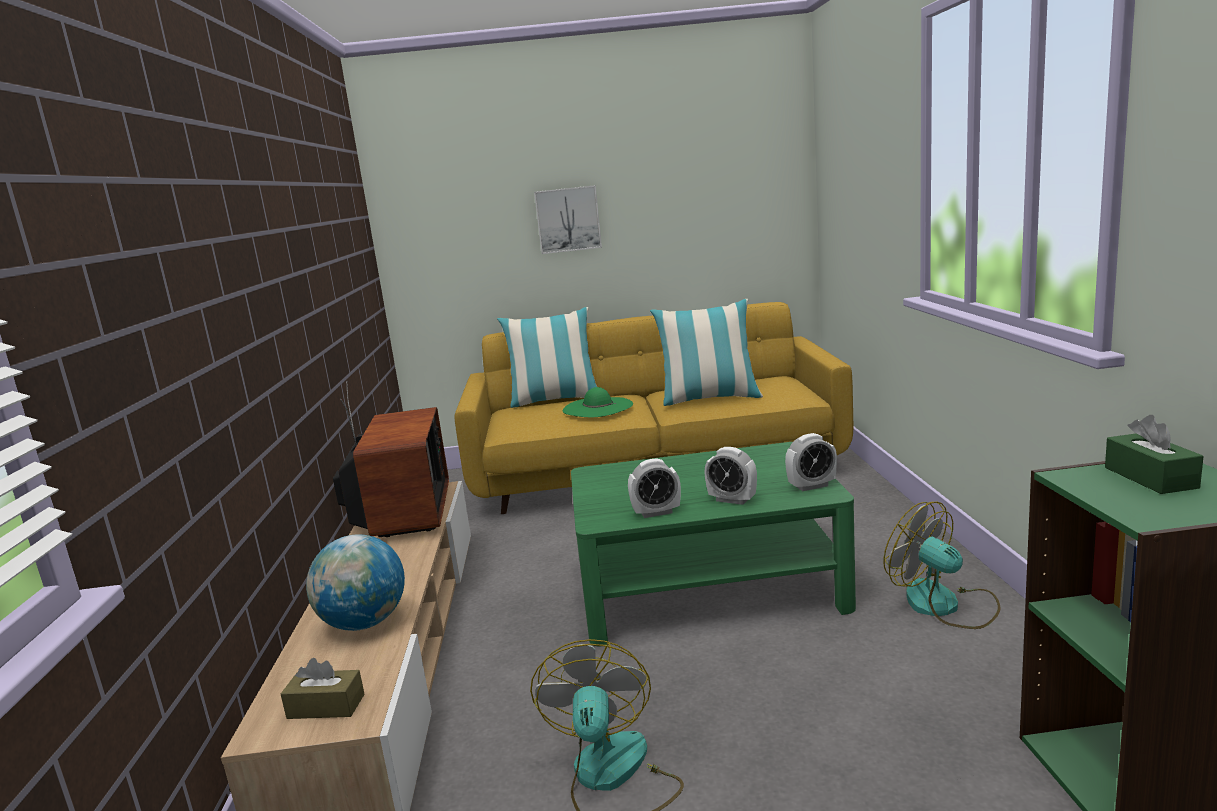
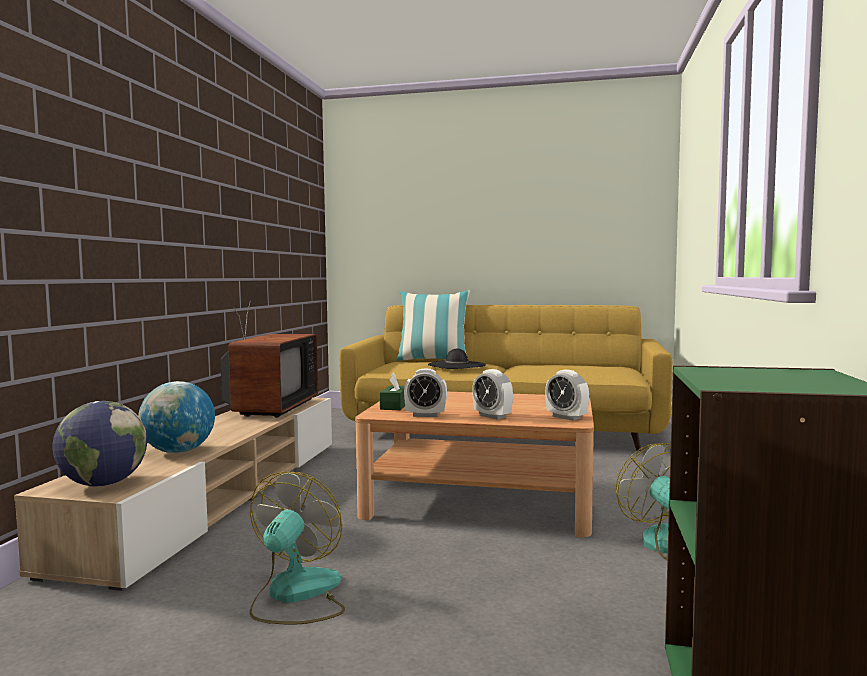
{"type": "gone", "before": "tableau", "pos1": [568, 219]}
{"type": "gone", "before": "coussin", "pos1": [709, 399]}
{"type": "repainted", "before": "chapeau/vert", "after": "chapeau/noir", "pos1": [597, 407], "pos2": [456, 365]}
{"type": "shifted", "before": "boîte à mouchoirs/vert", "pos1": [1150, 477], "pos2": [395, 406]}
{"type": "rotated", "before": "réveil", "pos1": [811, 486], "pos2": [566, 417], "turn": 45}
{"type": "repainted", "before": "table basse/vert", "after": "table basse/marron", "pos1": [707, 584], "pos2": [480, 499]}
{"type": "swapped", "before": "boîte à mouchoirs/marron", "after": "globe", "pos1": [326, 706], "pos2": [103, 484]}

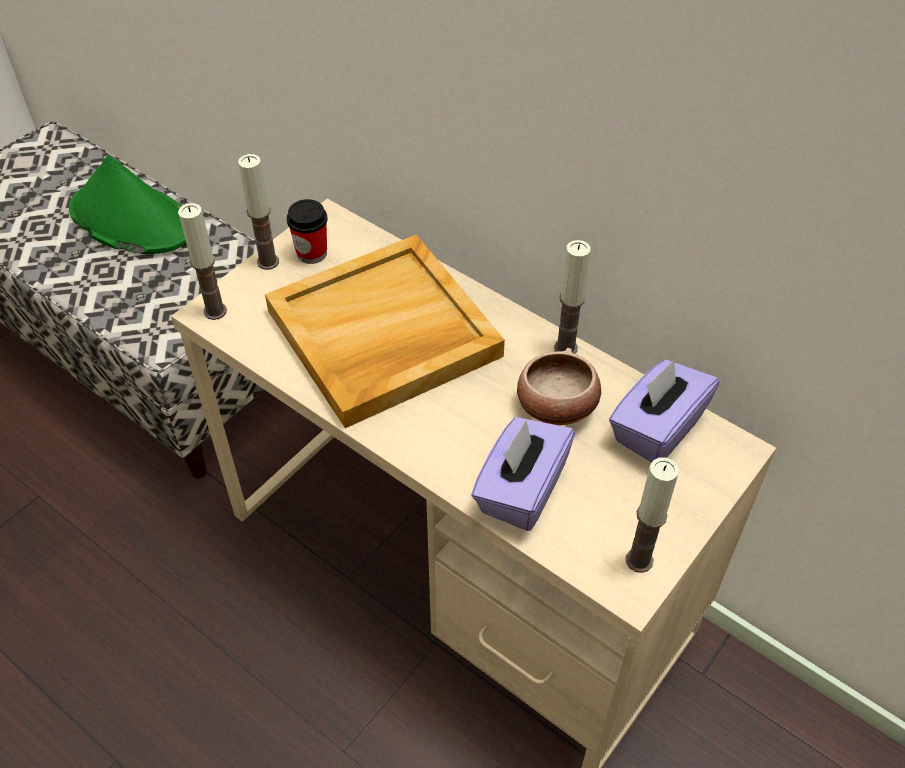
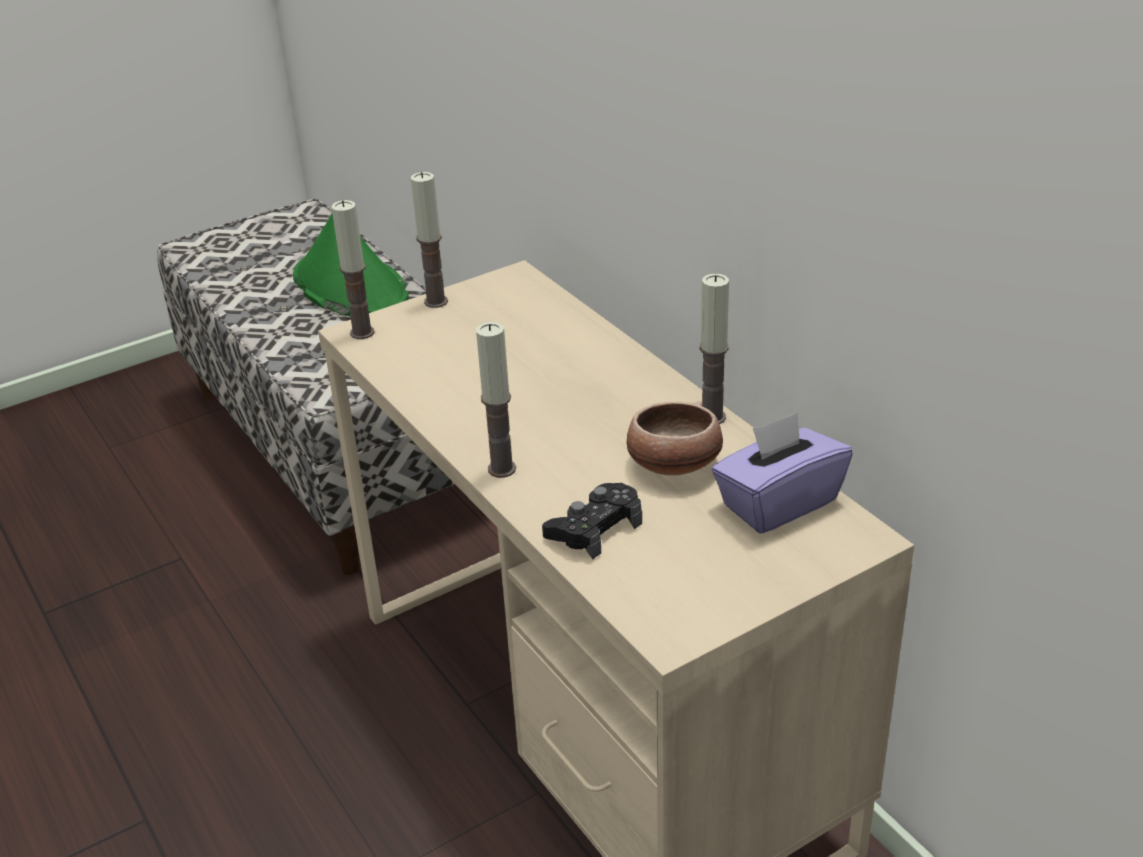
{"type": "gone", "before": "tasse", "pos1": [312, 253]}
{"type": "gone", "before": "plateau/beige", "pos1": [382, 335]}
{"type": "swapped", "before": "boîte à mouchoirs/violet", "after": "manette/noir", "pos1": [520, 490], "pos2": [594, 528]}
{"type": "shifted", "before": "bougie", "pos1": [639, 560], "pos2": [502, 469]}

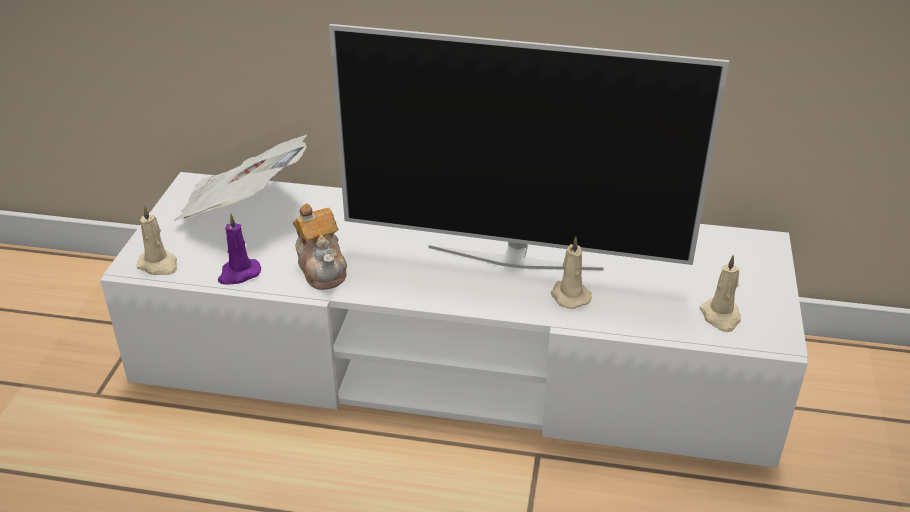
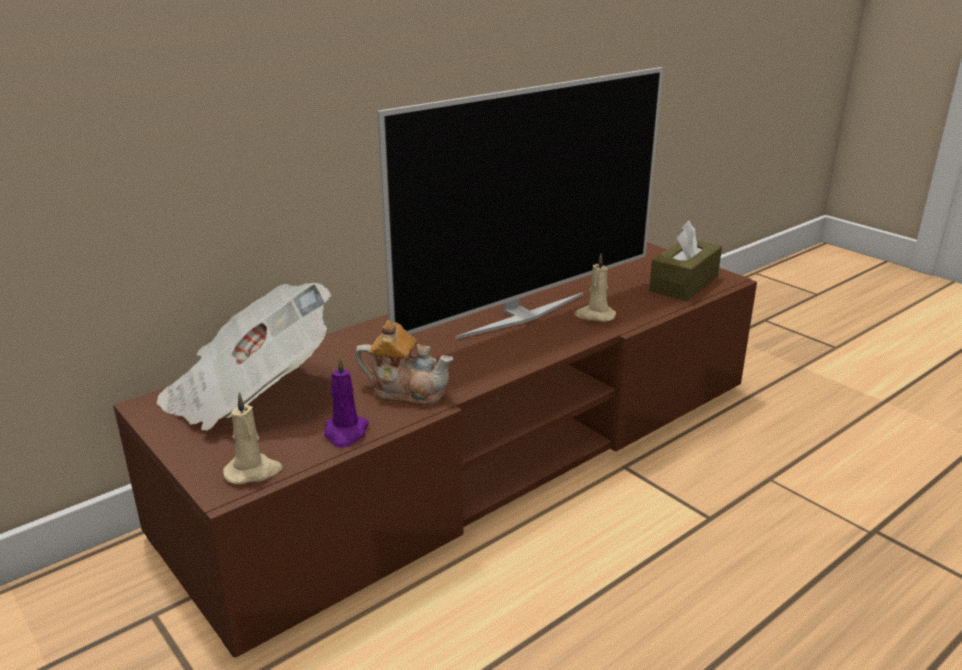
{"type": "repainted", "before": "meuble télé/blanc", "after": "meuble télé/marron", "pos1": [455, 363], "pos2": [481, 454]}
{"type": "swapped", "before": "bougie/beige", "after": "boîte à mouchoirs/marron", "pos1": [721, 317], "pos2": [684, 283]}

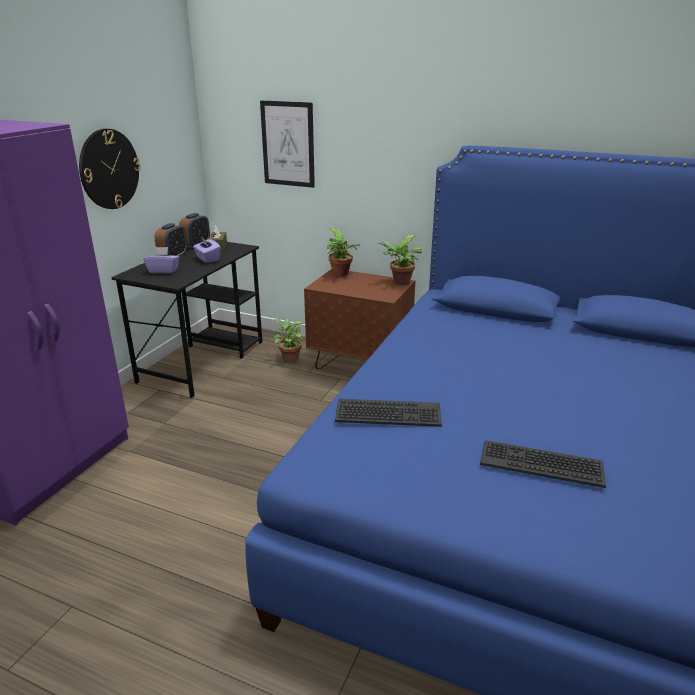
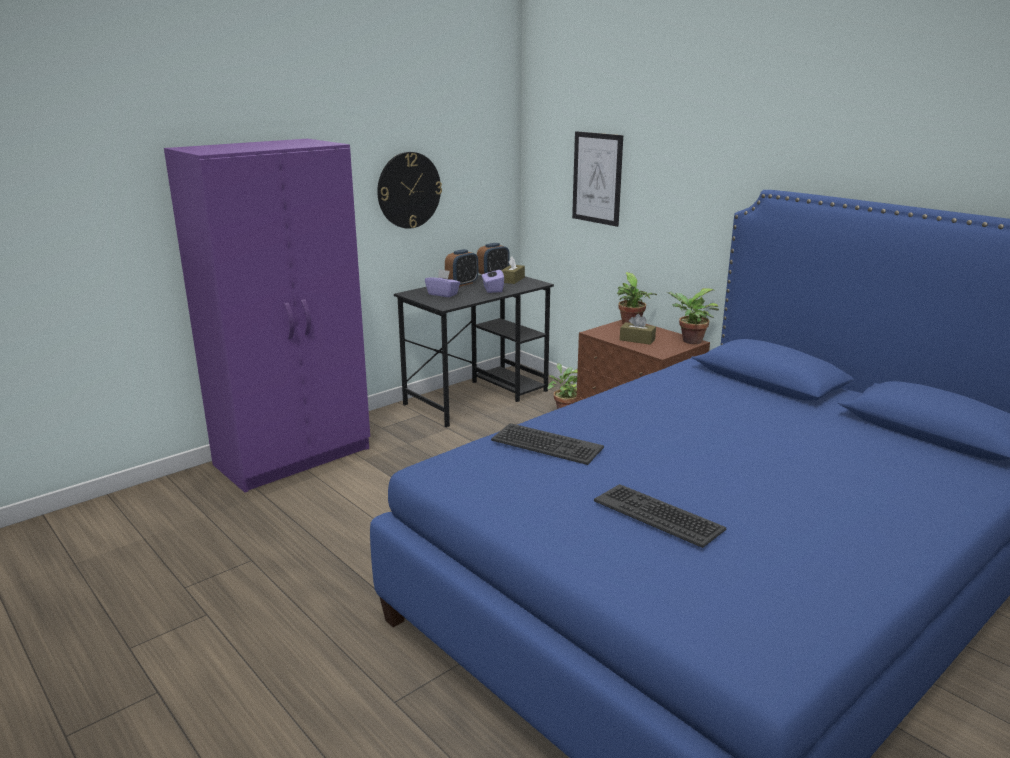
{"type": "new", "after": "boîte à mouchoirs/marron", "pos2": [637, 340]}

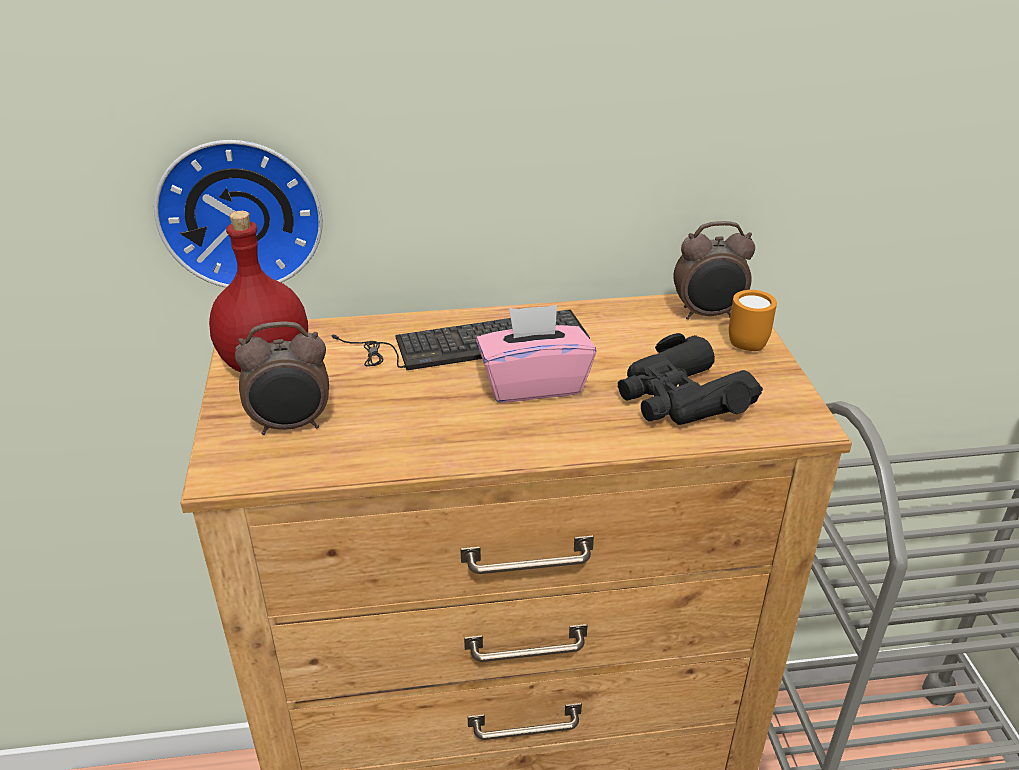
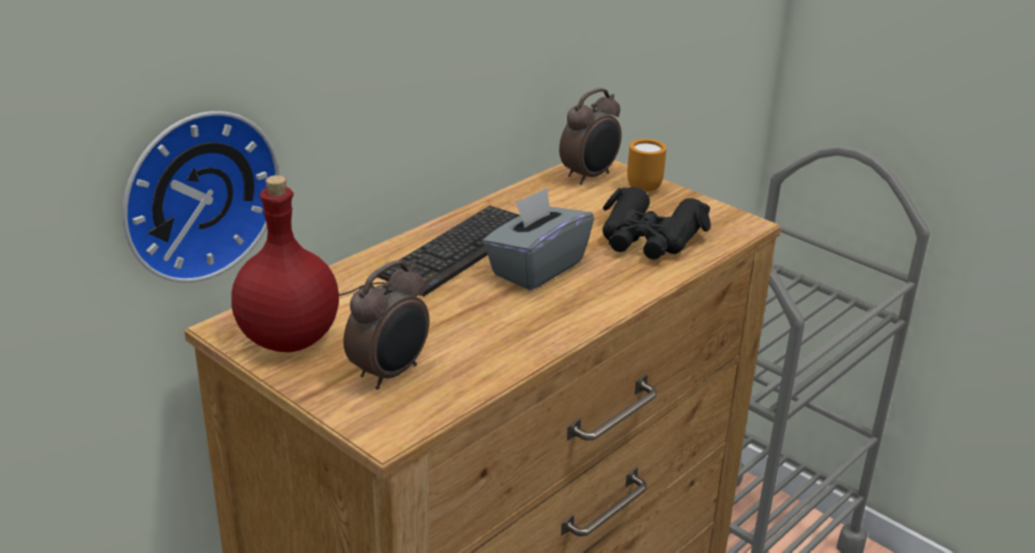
{"type": "repainted", "before": "boîte à mouchoirs/rose", "after": "boîte à mouchoirs/gris", "pos1": [533, 384], "pos2": [536, 268]}

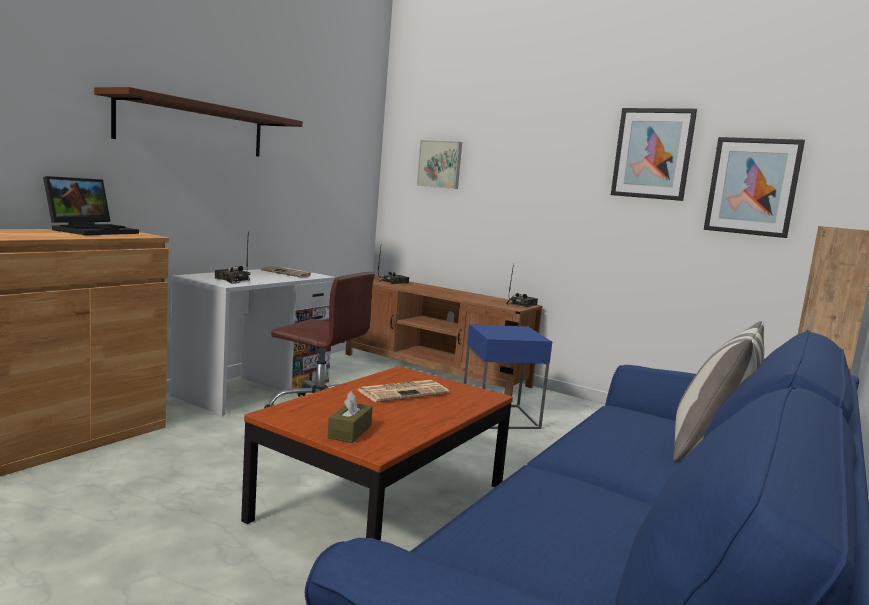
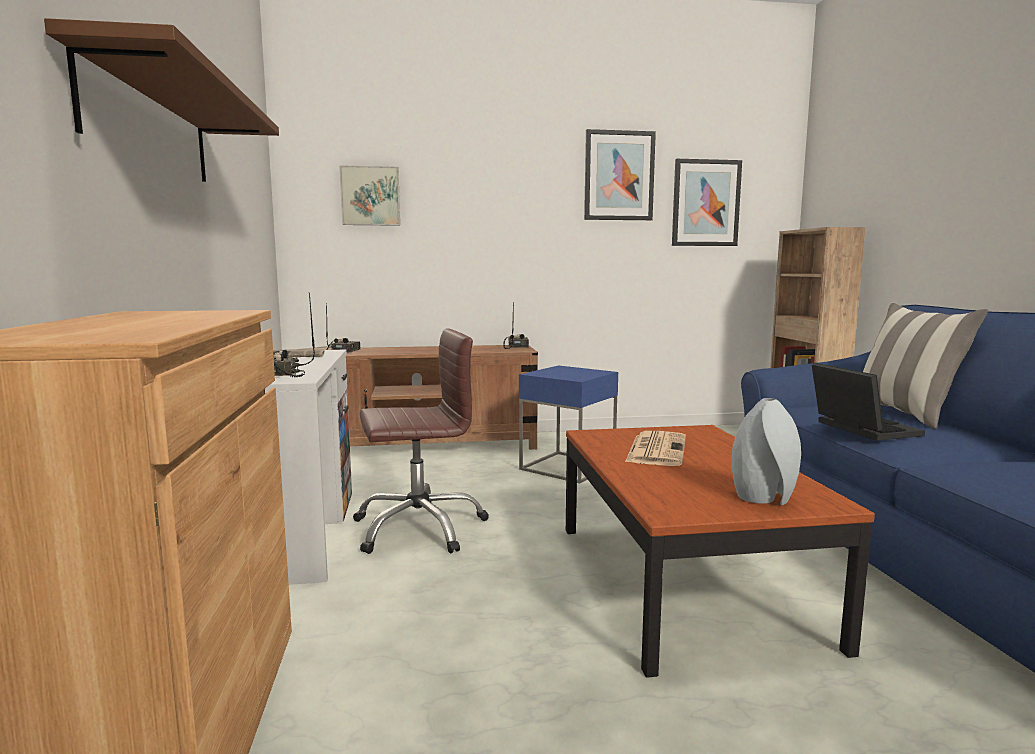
{"type": "shifted", "before": "ordinateur portable", "pos1": [93, 231], "pos2": [859, 428]}
{"type": "swapped", "before": "boîte à mouchoirs/marron", "after": "vase/gris", "pos1": [349, 432], "pos2": [764, 498]}

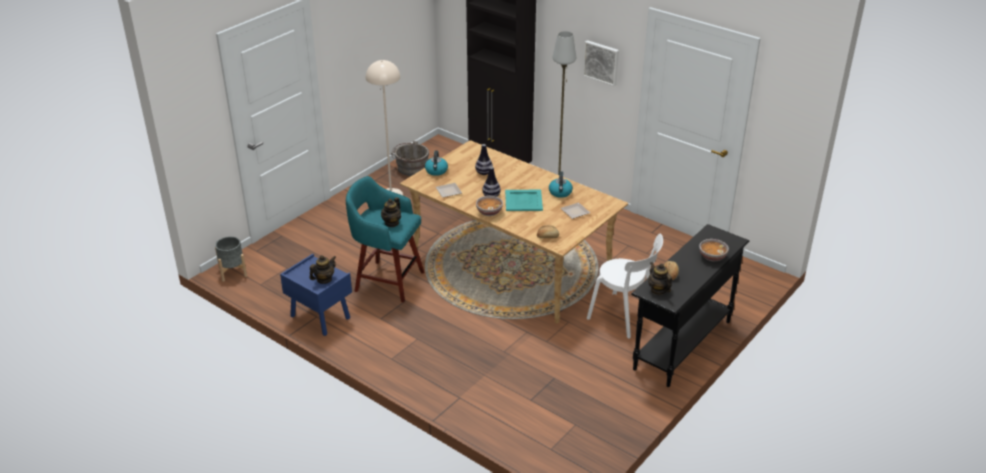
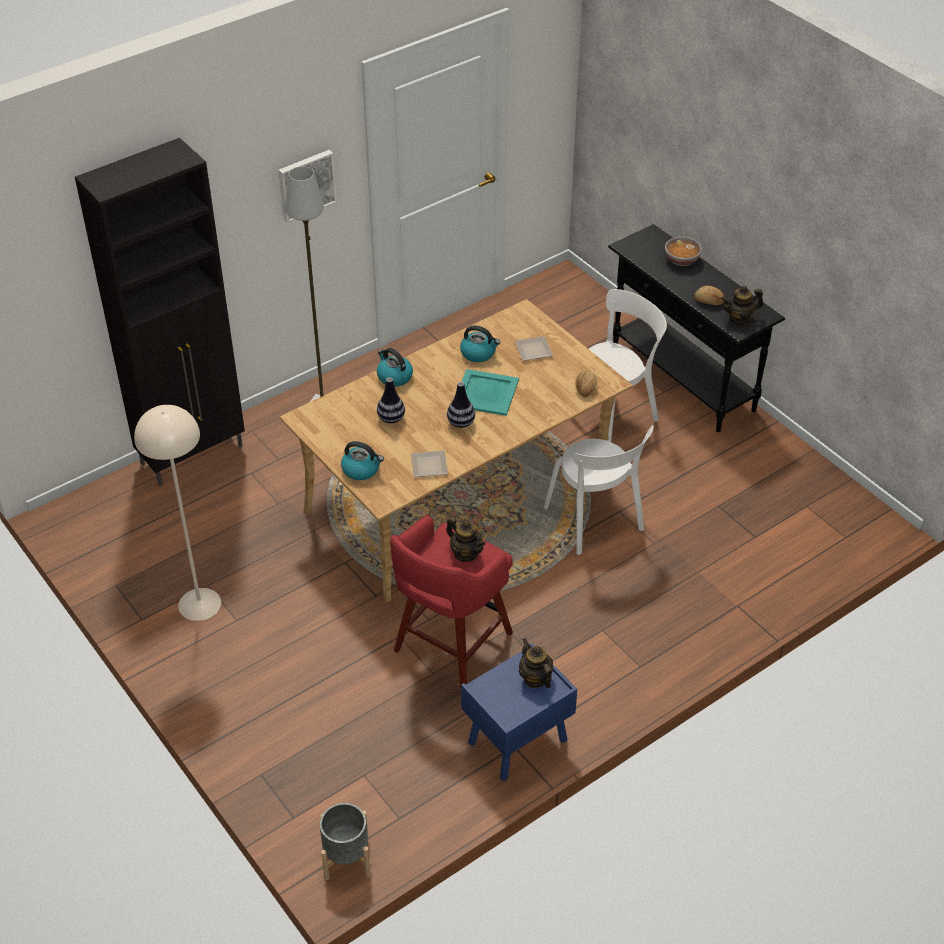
{"type": "gone", "before": "seau/gris", "pos1": [410, 168]}
{"type": "repainted", "before": "tabouret/turquoise", "after": "tabouret/rouge", "pos1": [387, 281], "pos2": [450, 644]}
{"type": "gone", "before": "bol", "pos1": [489, 212]}
{"type": "new", "after": "bouilloire", "pos2": [394, 377]}
{"type": "new", "after": "chaise/blanc", "pos2": [595, 522]}

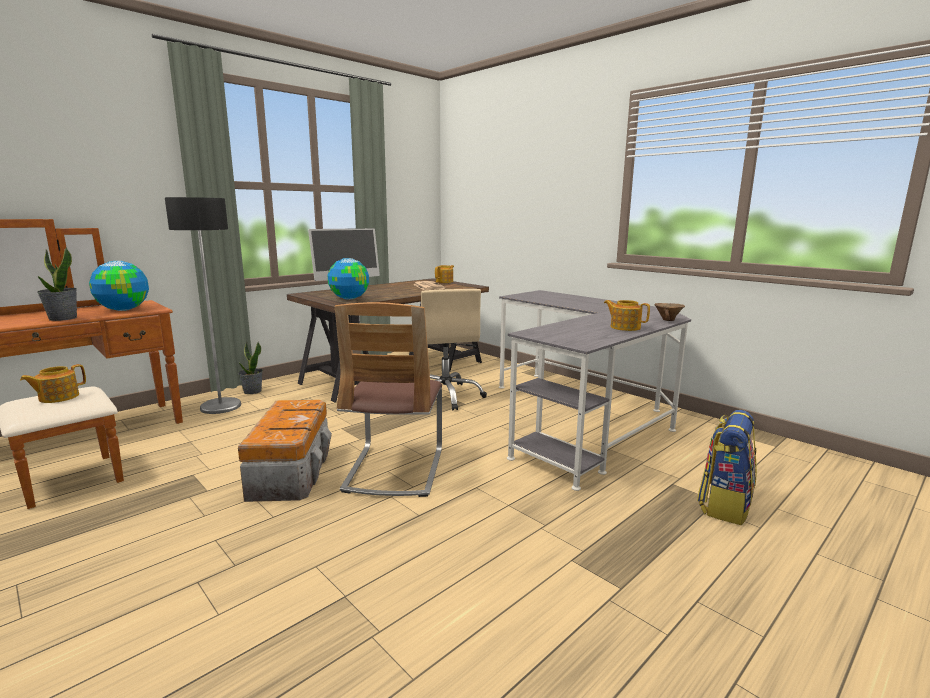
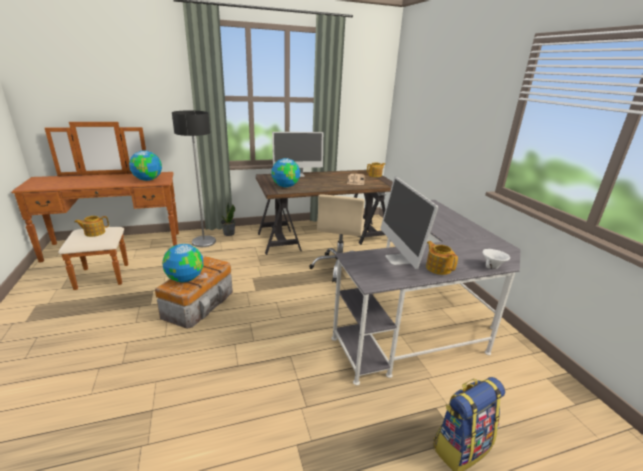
{"type": "gone", "before": "plante en pot", "pos1": [63, 318]}
{"type": "gone", "before": "chaise", "pos1": [394, 470]}
{"type": "repainted", "before": "bol/marron", "after": "bol/blanc", "pos1": [668, 320], "pos2": [492, 267]}
{"type": "new", "after": "écran d'ordinateur", "pos2": [399, 259]}
{"type": "new", "after": "globe", "pos2": [185, 279]}

